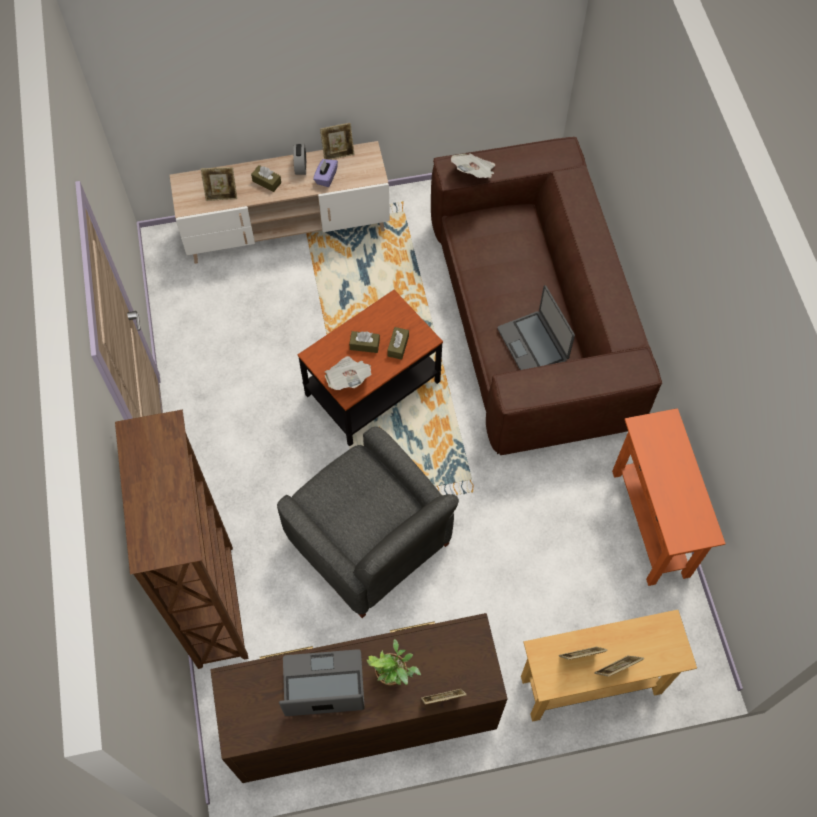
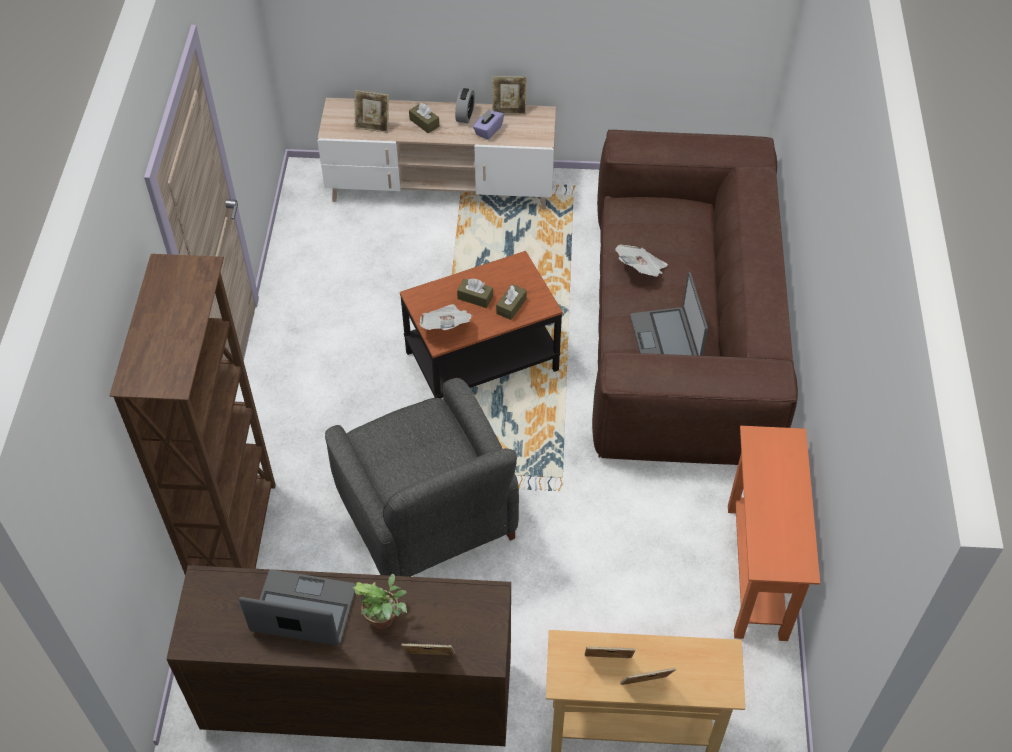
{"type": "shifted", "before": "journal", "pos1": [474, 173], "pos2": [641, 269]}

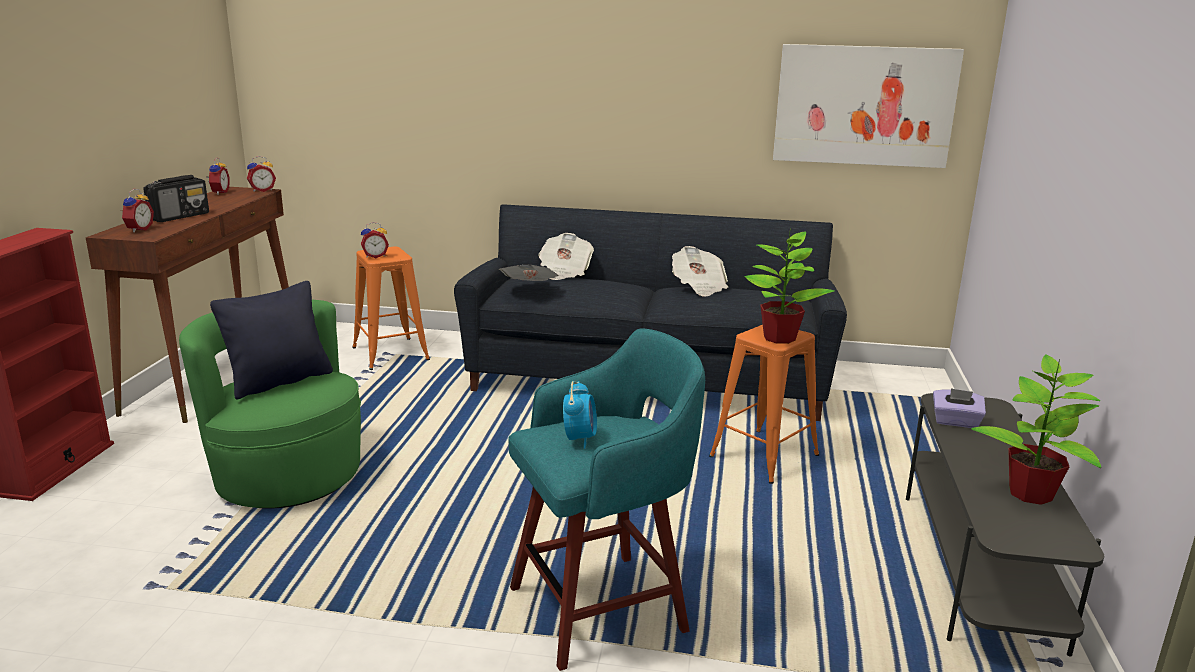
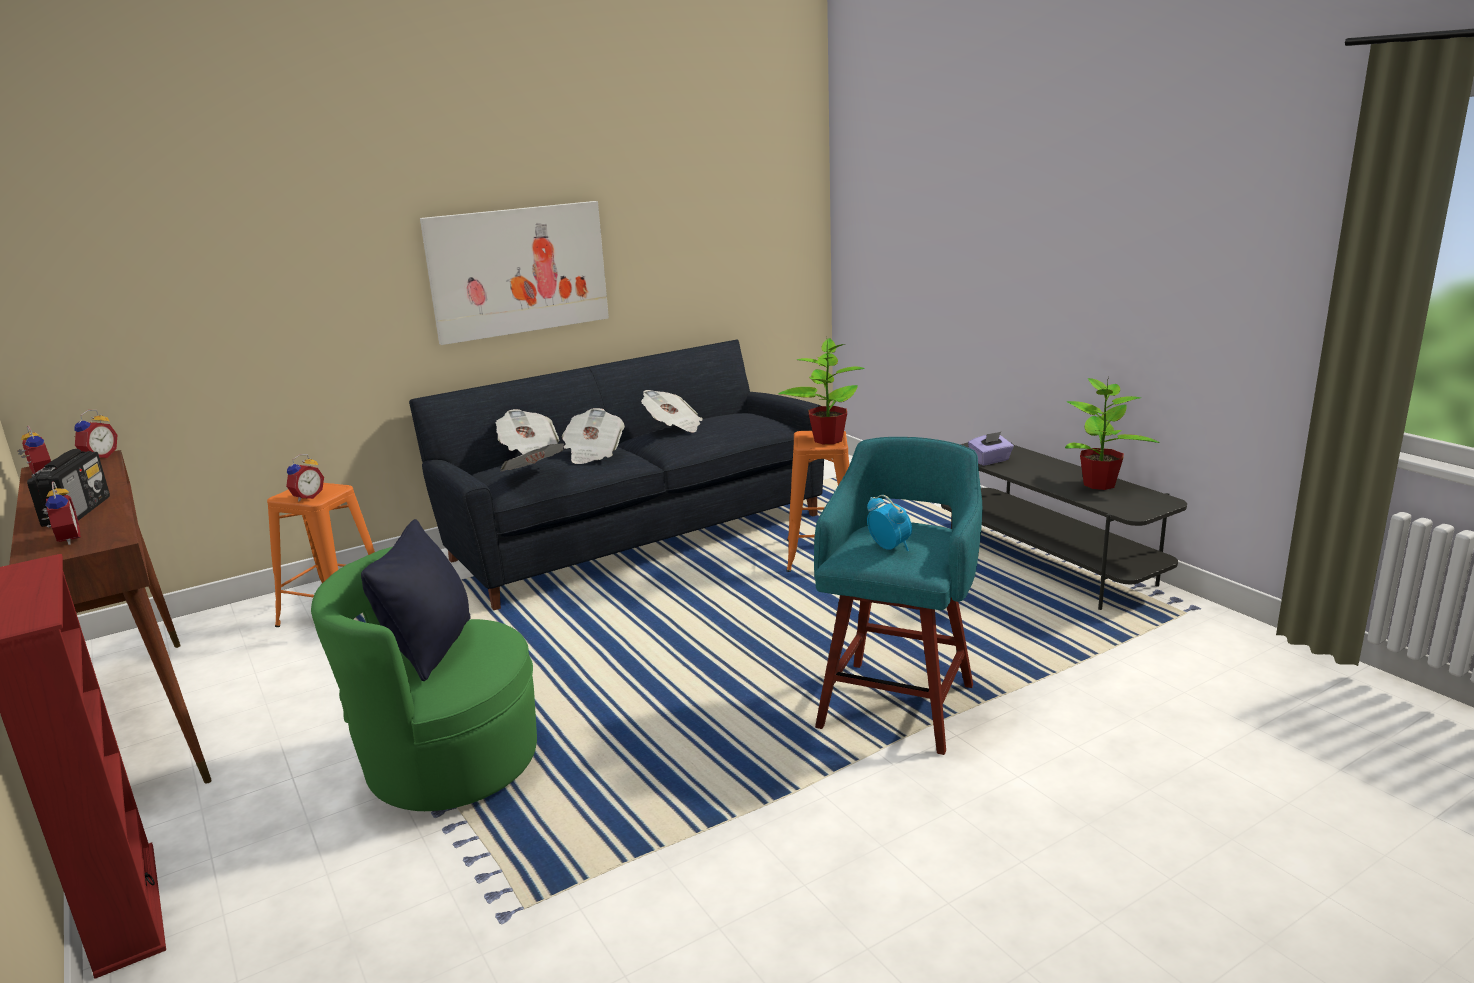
{"type": "shifted", "before": "tableau", "pos1": [864, 105], "pos2": [518, 270]}
{"type": "new", "after": "journal", "pos2": [593, 453]}

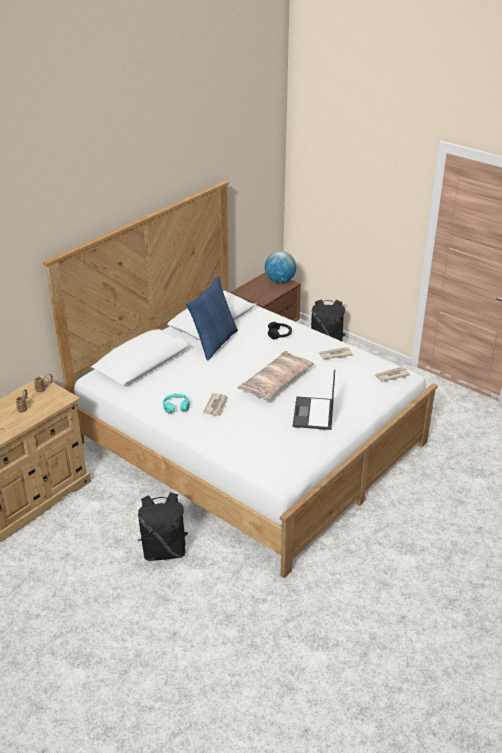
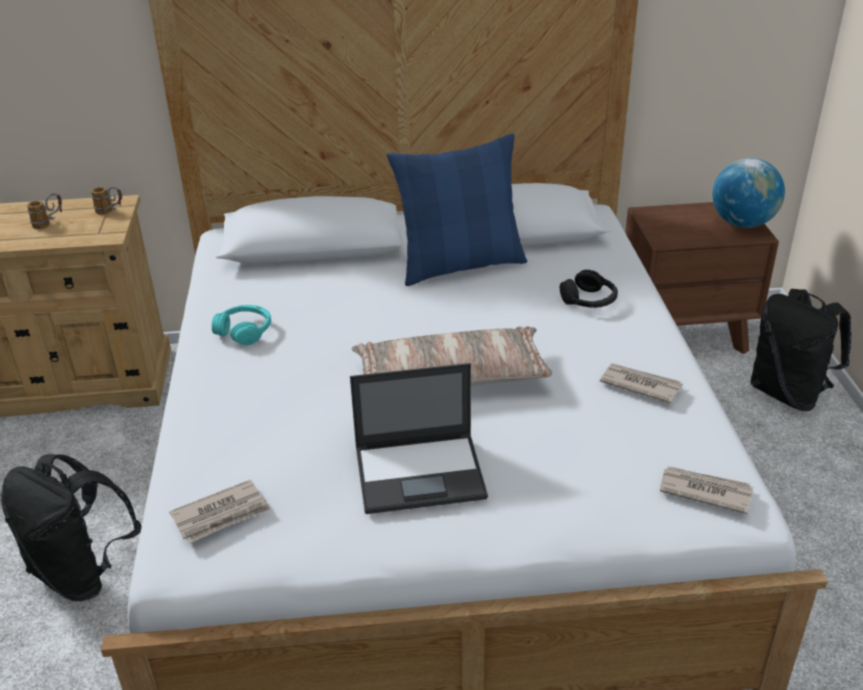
{"type": "rotated", "before": "ordinateur portable", "pos1": [313, 414], "pos2": [421, 472], "turn": -150}
{"type": "shifted", "before": "journal", "pos1": [216, 406], "pos2": [221, 514]}

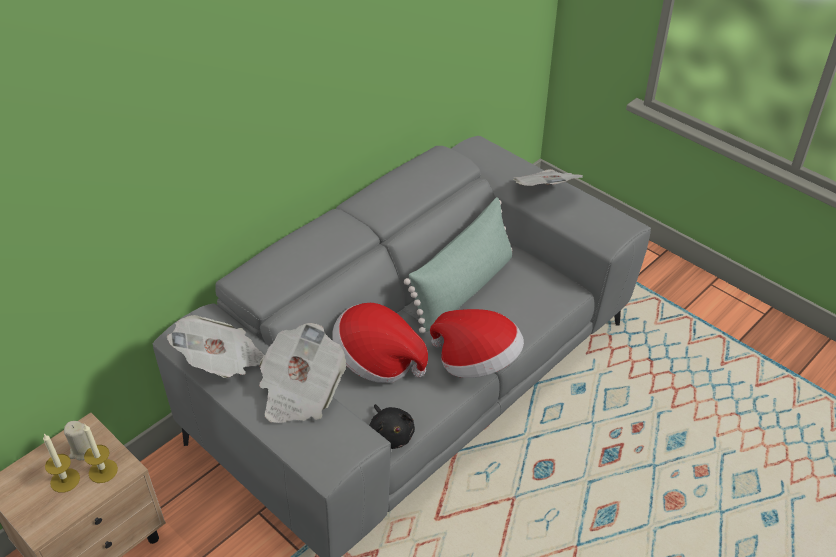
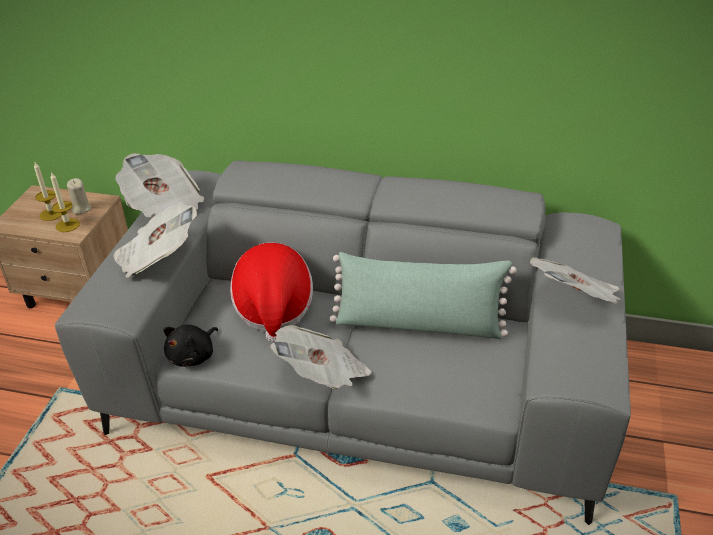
{"type": "swapped", "before": "chapeau", "after": "journal", "pos1": [477, 362], "pos2": [323, 375]}

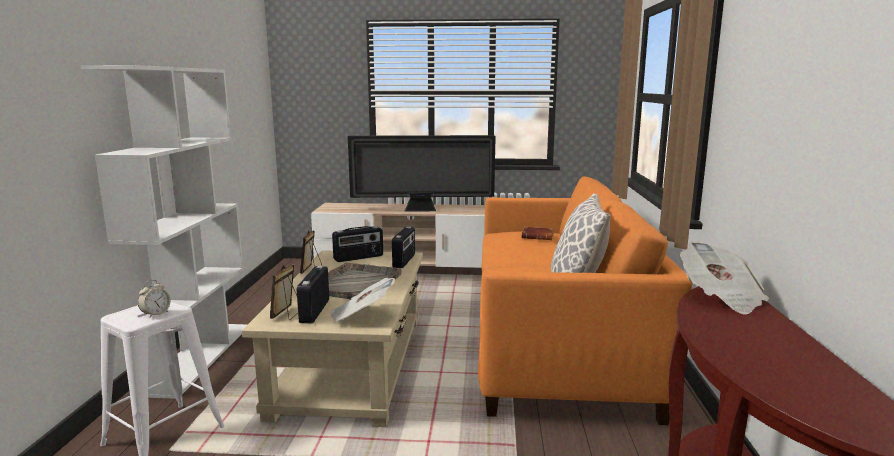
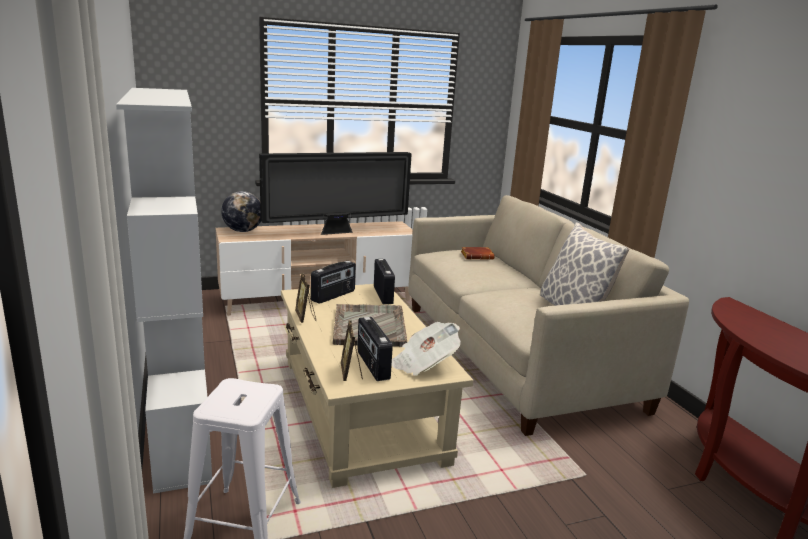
{"type": "repainted", "before": "canapé/orange", "after": "canapé/beige", "pos1": [556, 342], "pos2": [515, 355]}
{"type": "gone", "before": "journal", "pos1": [721, 298]}
{"type": "gone", "before": "réveil", "pos1": [155, 314]}
{"type": "new", "after": "globe", "pos2": [242, 231]}

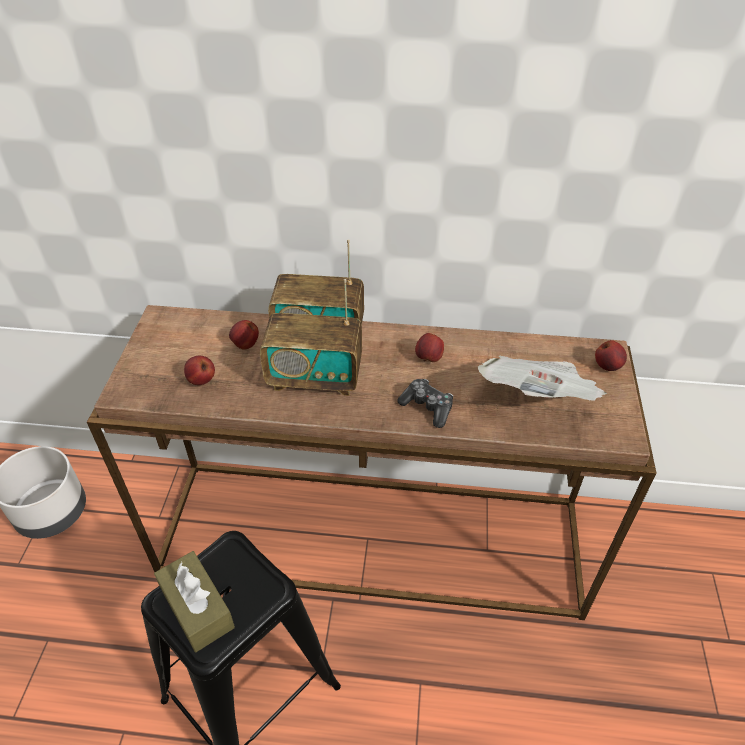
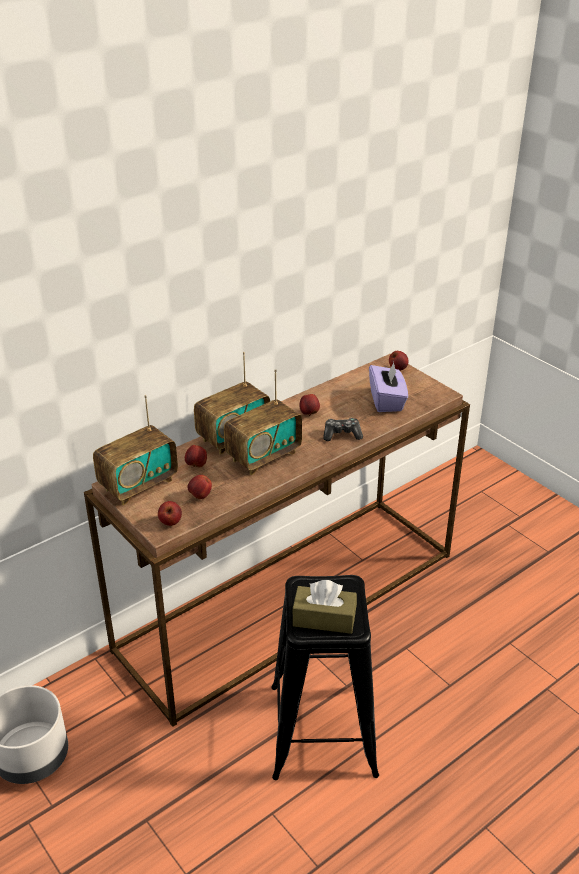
{"type": "swapped", "before": "journal", "after": "boîte à mouchoirs/violet", "pos1": [537, 399], "pos2": [387, 401]}
{"type": "new", "after": "radio", "pos2": [138, 485]}
{"type": "new", "after": "pomme", "pos2": [170, 522]}

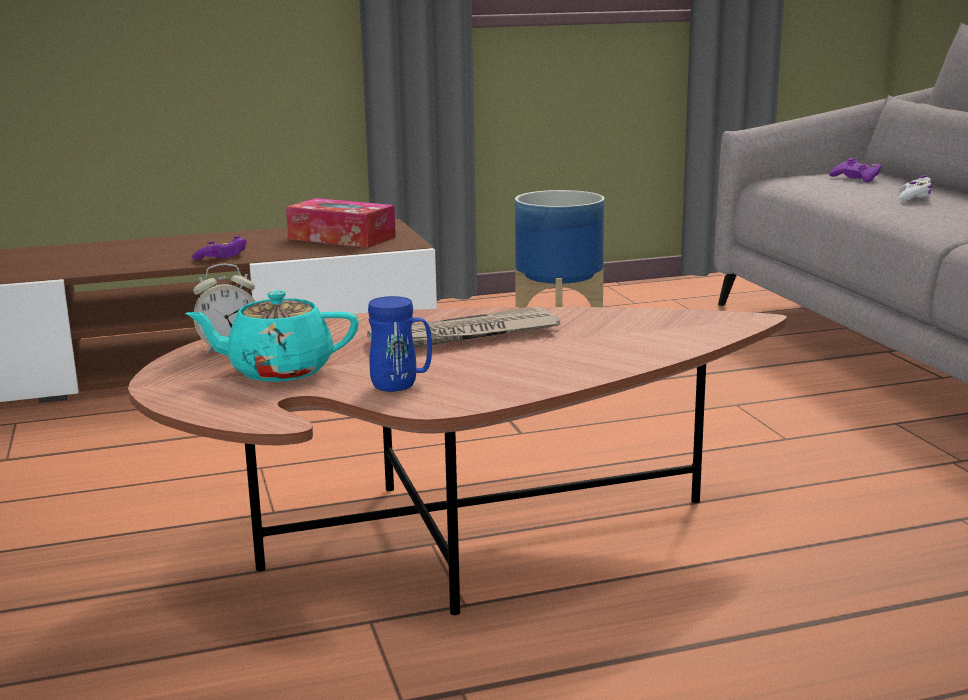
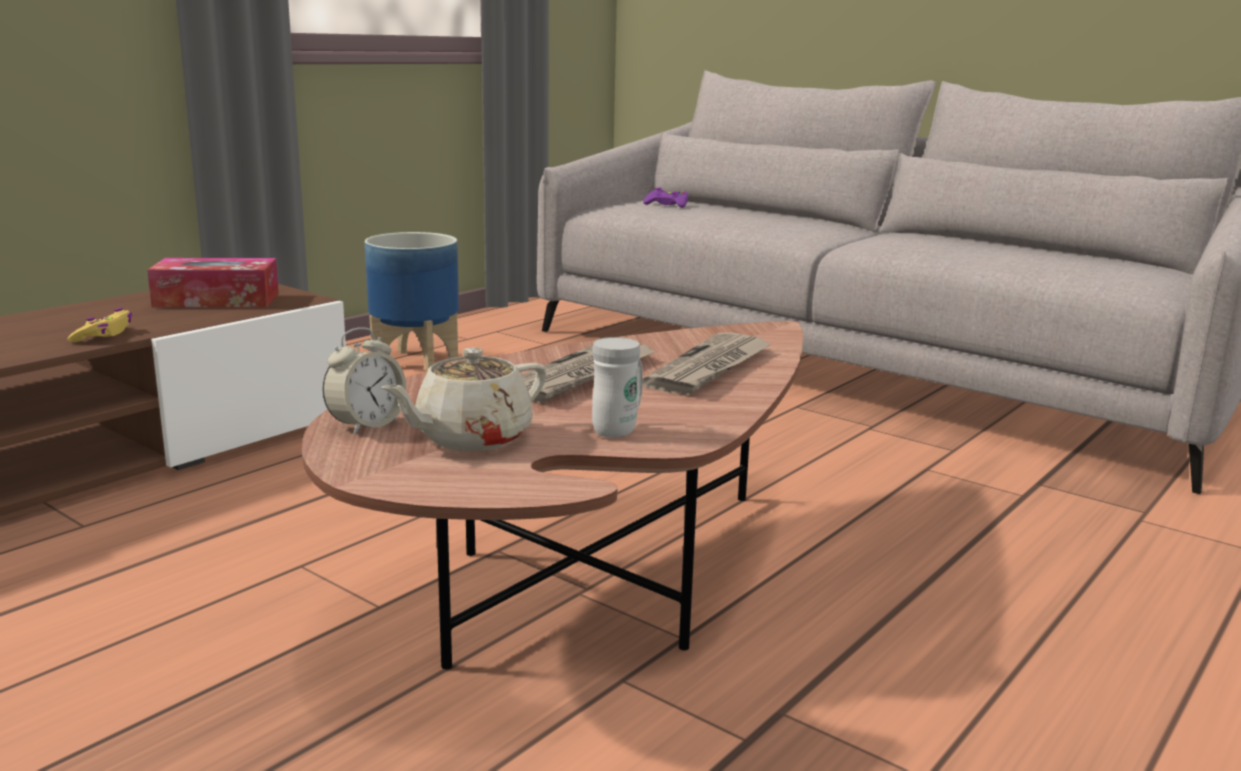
{"type": "gone", "before": "manette/blanc", "pos1": [914, 196]}
{"type": "repainted", "before": "manette/violet", "after": "manette/jaune", "pos1": [222, 257], "pos2": [104, 335]}
{"type": "repainted", "before": "théière/turquoise", "after": "théière/beige", "pos1": [278, 371], "pos2": [471, 438]}
{"type": "repainted", "before": "mug/bleu", "after": "mug/blanc", "pos1": [402, 385], "pos2": [619, 429]}
{"type": "new", "after": "journal", "pos2": [710, 368]}

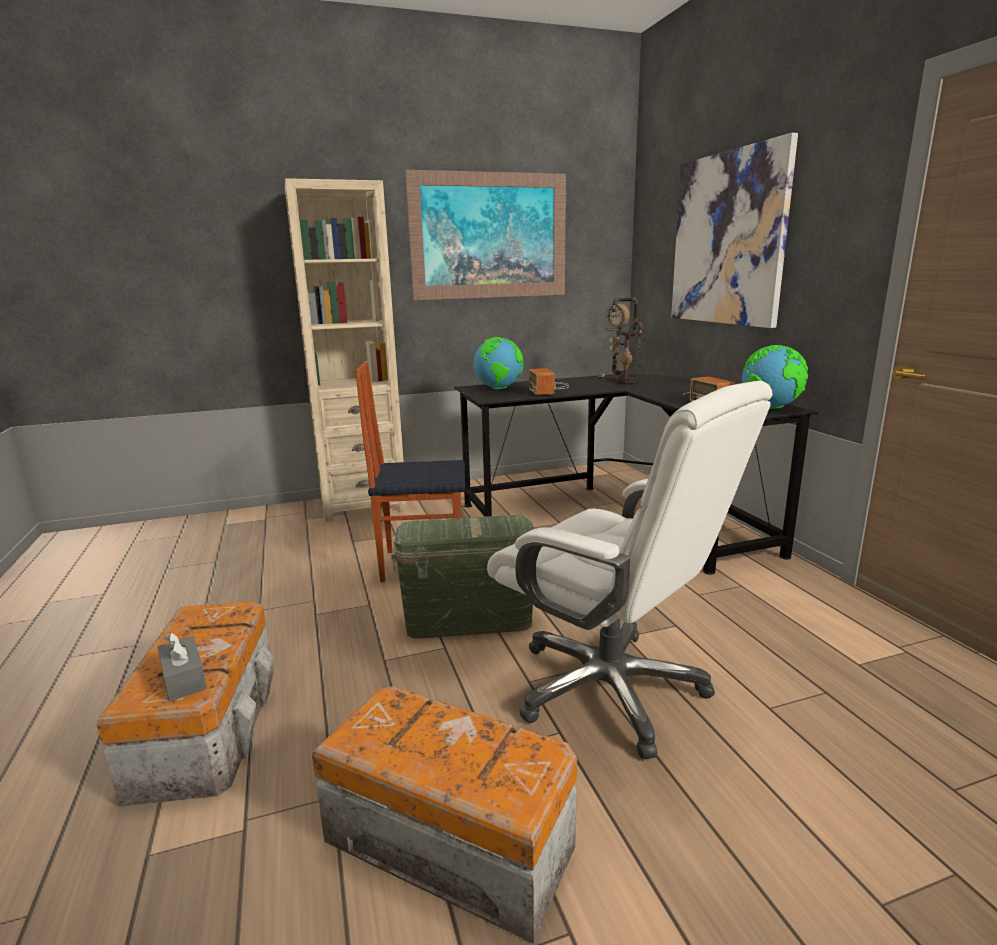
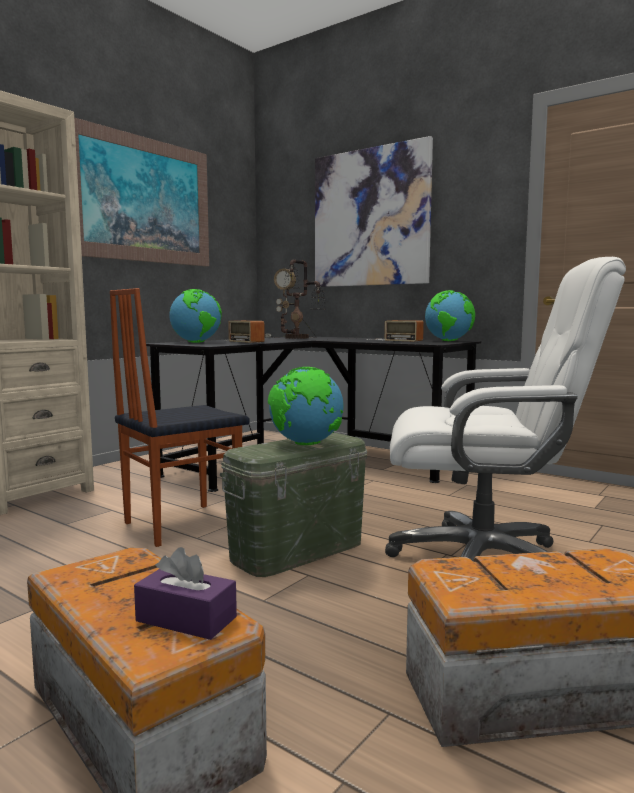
{"type": "repainted", "before": "boîte à mouchoirs/gris", "after": "boîte à mouchoirs/violet", "pos1": [184, 678], "pos2": [186, 619]}
{"type": "new", "after": "globe", "pos2": [306, 444]}

